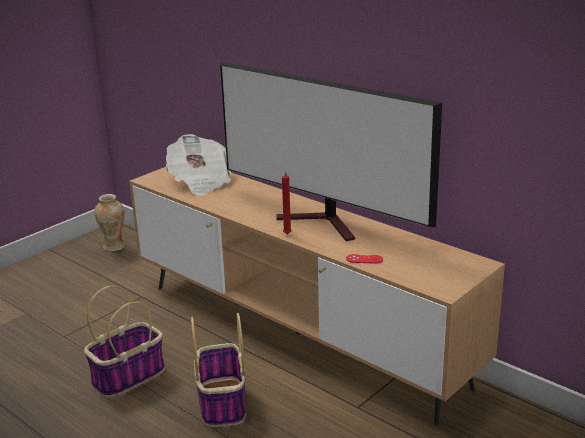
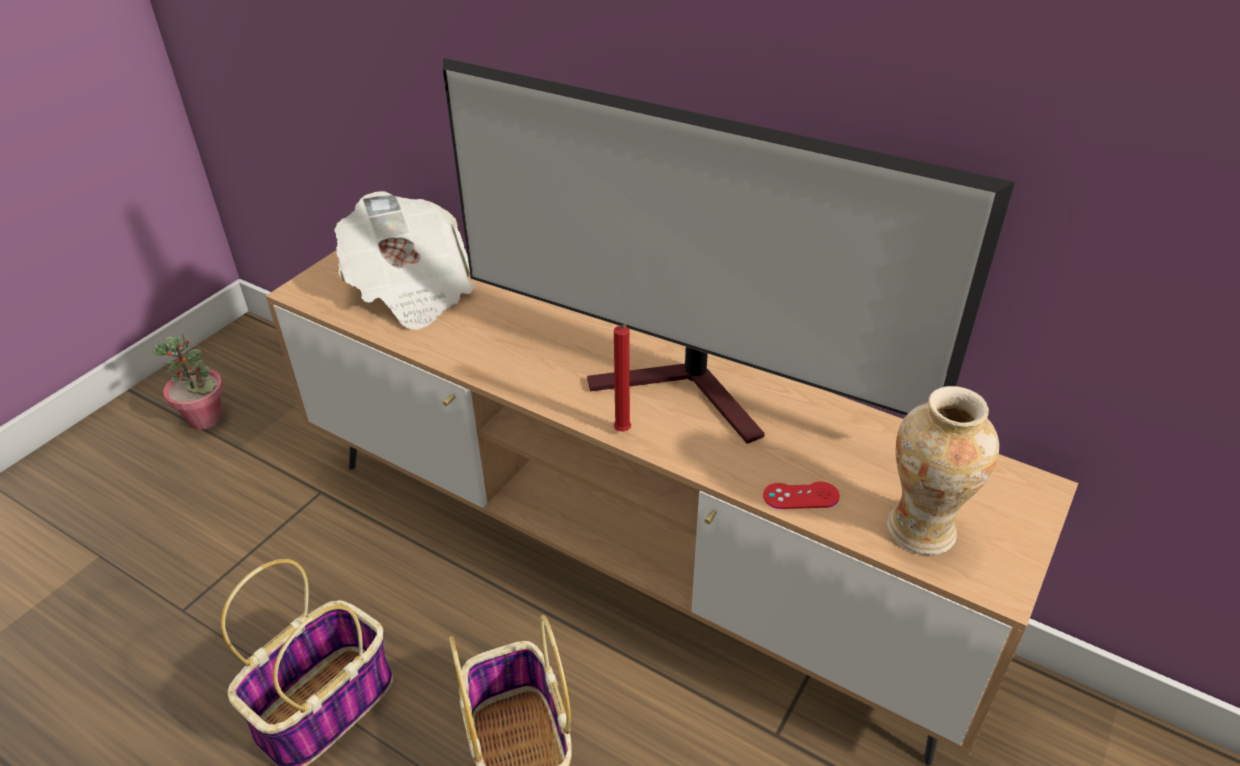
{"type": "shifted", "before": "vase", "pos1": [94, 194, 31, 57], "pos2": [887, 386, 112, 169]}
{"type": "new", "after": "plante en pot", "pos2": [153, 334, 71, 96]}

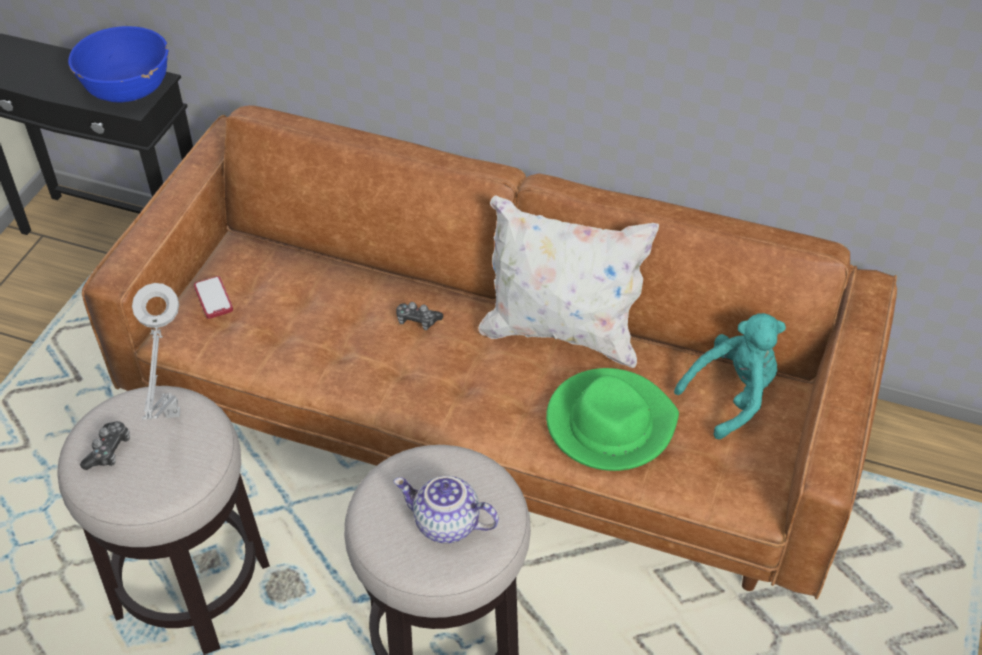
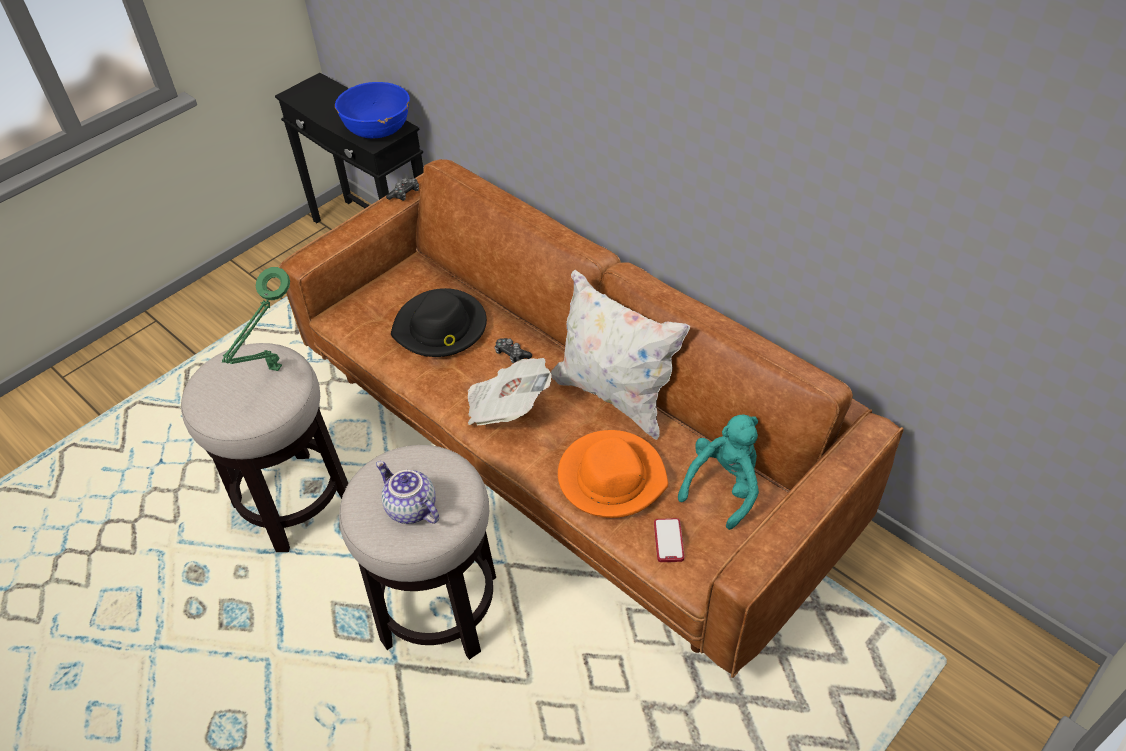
{"type": "shifted", "before": "téléphone", "pos1": [194, 276, 39, 43], "pos2": [654, 518, 30, 44]}
{"type": "repainted", "before": "lampe de table/gris", "after": "lampe de table/vert", "pos1": [132, 283, 48, 138], "pos2": [222, 267, 68, 104]}
{"type": "rotated", "before": "peluche/turquoise", "pos1": [674, 313, 112, 126], "pos2": [678, 414, 81, 116], "turn": -45}
{"type": "repainted", "before": "chapeau/vert", "after": "chapeau/orange", "pos1": [546, 368, 133, 103], "pos2": [558, 430, 110, 88]}
{"type": "shifted", "before": "manette", "pos1": [80, 421, 50, 49], "pos2": [386, 178, 33, 23]}
{"type": "new", "after": "chapeau/noir", "pos2": [391, 288, 96, 69]}
{"type": "new", "after": "journal", "pos2": [468, 358, 84, 67]}

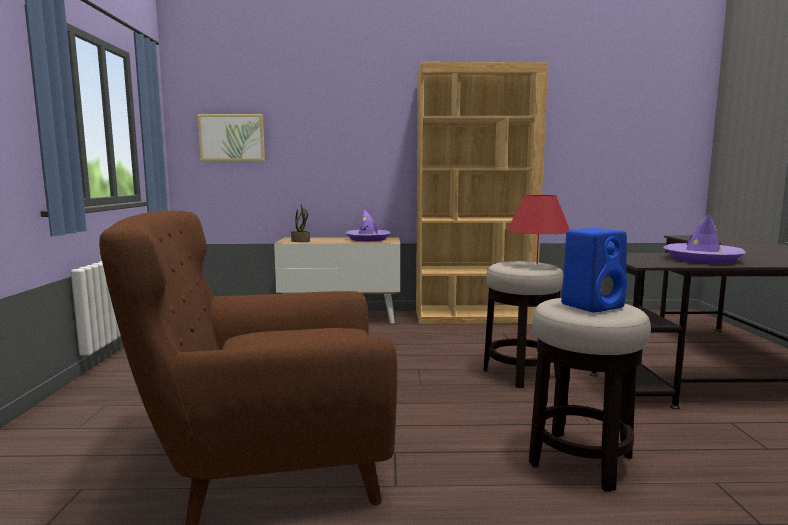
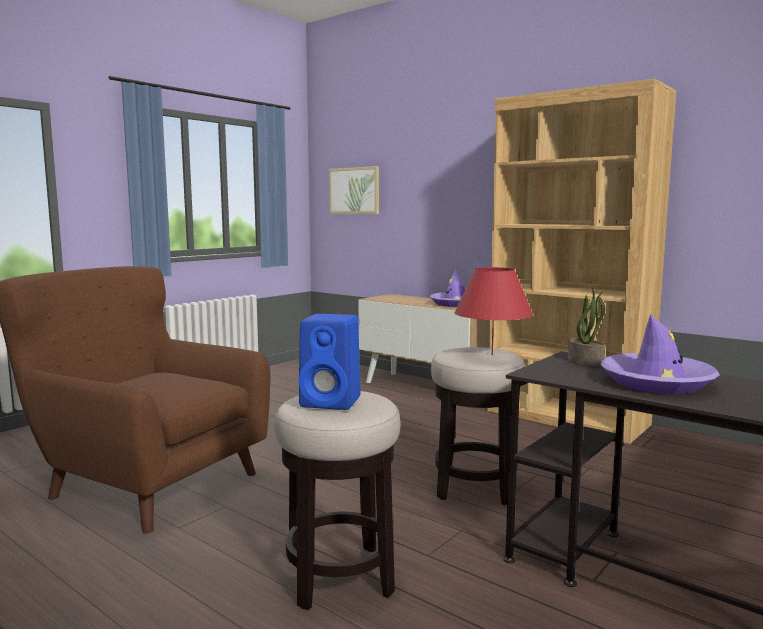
{"type": "shifted", "before": "plante en pot", "pos1": [291, 205, 19, 37], "pos2": [568, 288, 38, 78]}

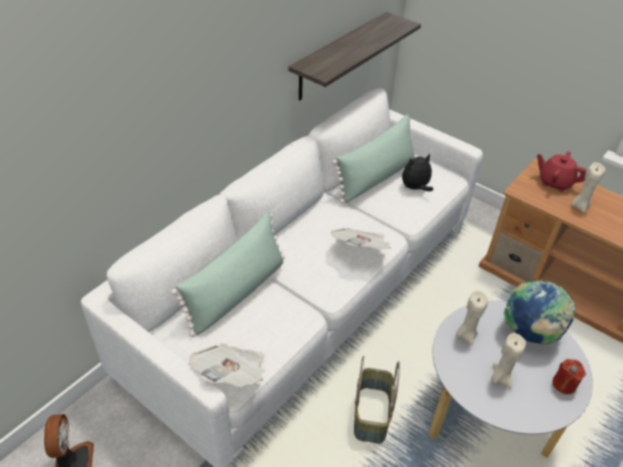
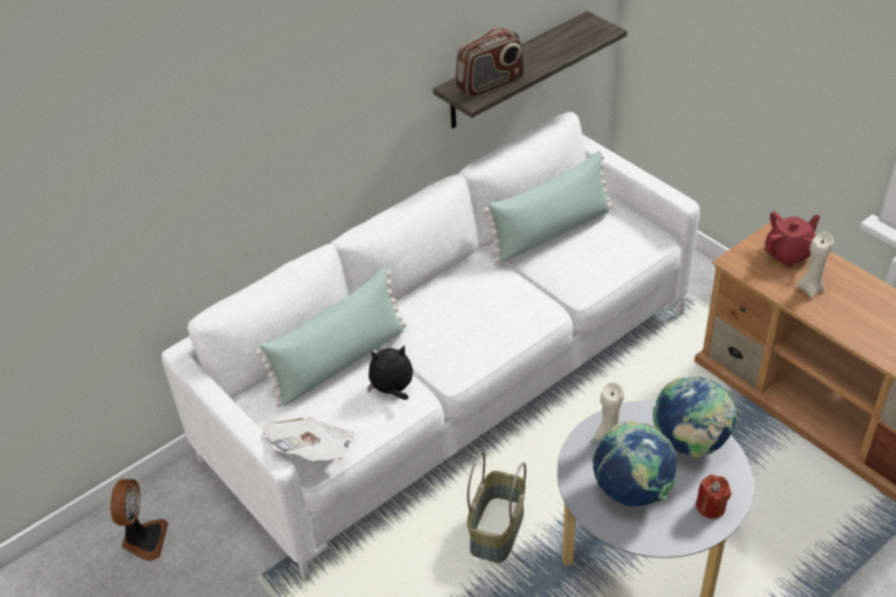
{"type": "rotated", "before": "théière/rouge", "pos1": [537, 151, 49, 41], "pos2": [764, 211, 56, 56], "turn": 105}
{"type": "shifted", "before": "peluche", "pos1": [402, 154, 31, 37], "pos2": [367, 345, 46, 55]}
{"type": "gone", "before": "journal", "pos1": [331, 228, 60, 22]}
{"type": "swapped", "before": "bougie/beige", "after": "globe", "pos1": [491, 333, 35, 55], "pos2": [592, 421, 84, 86]}
{"type": "new", "after": "radio", "pos2": [455, 28, 70, 70]}

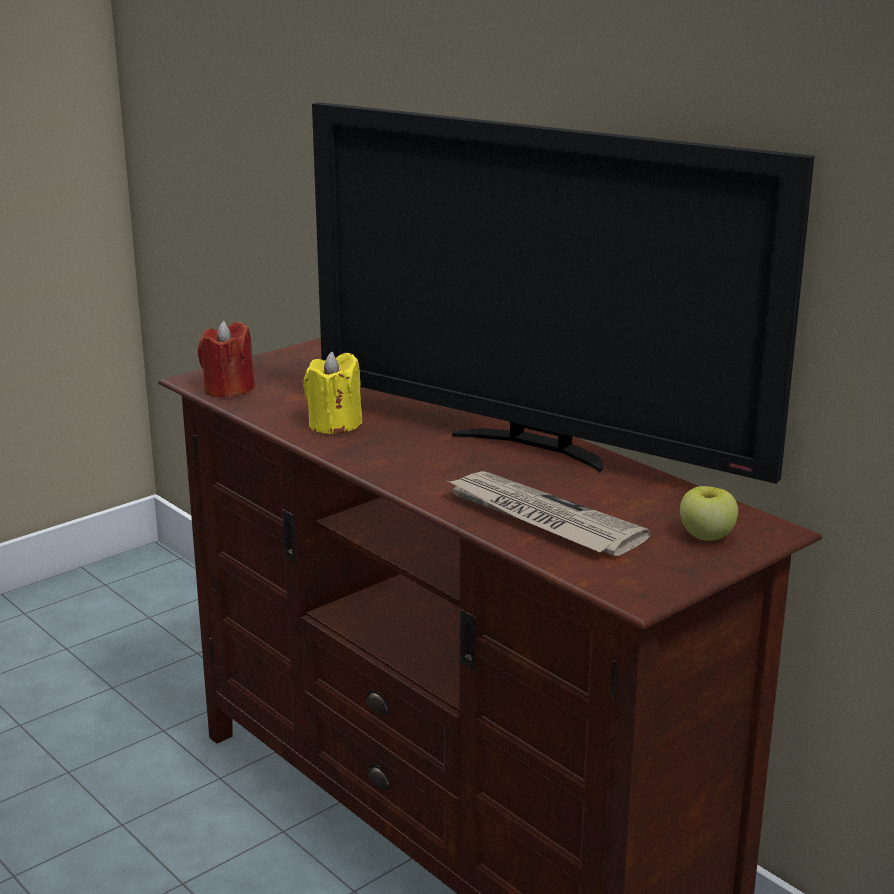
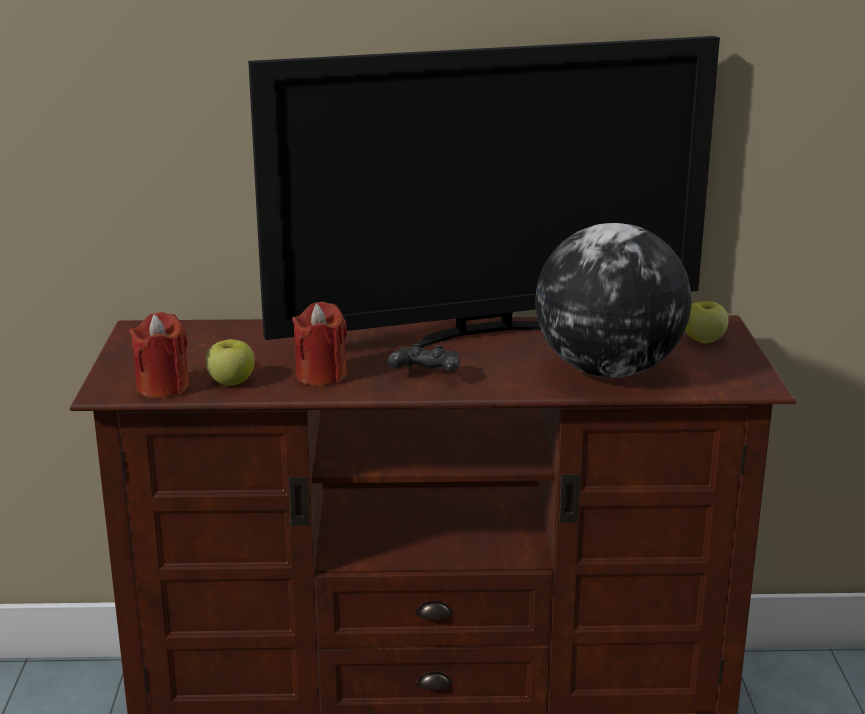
{"type": "repainted", "before": "bougie/jaune", "after": "bougie/rouge", "pos1": [303, 352, 59, 83], "pos2": [292, 302, 55, 83]}
{"type": "swapped", "before": "journal", "after": "globe", "pos1": [446, 471, 205, 85], "pos2": [535, 223, 156, 155]}
{"type": "new", "after": "pomme", "pos2": [205, 339, 50, 47]}
{"type": "new", "after": "manette/noir", "pos2": [388, 344, 72, 29]}

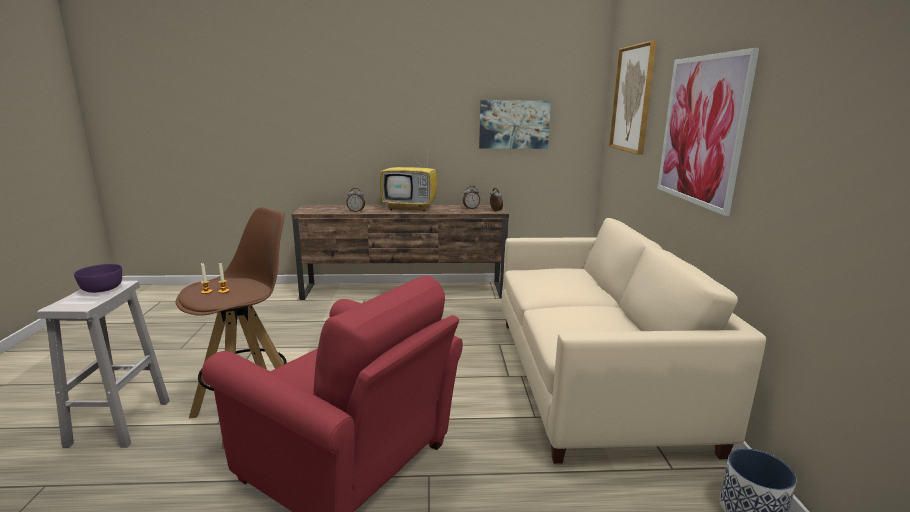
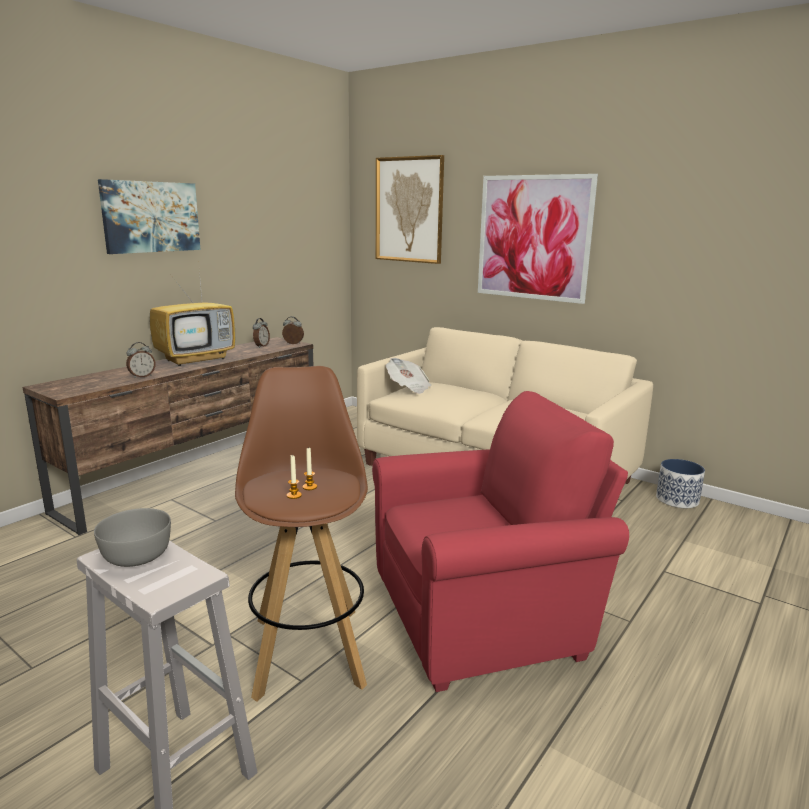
{"type": "shifted", "before": "tableau", "pos1": [479, 100, 72, 49], "pos2": [98, 179, 102, 75]}
{"type": "repainted", "before": "bol/violet", "after": "bol/gris", "pos1": [74, 264, 48, 29], "pos2": [94, 508, 77, 59]}
{"type": "new", "after": "journal", "pos2": [386, 358, 46, 36]}

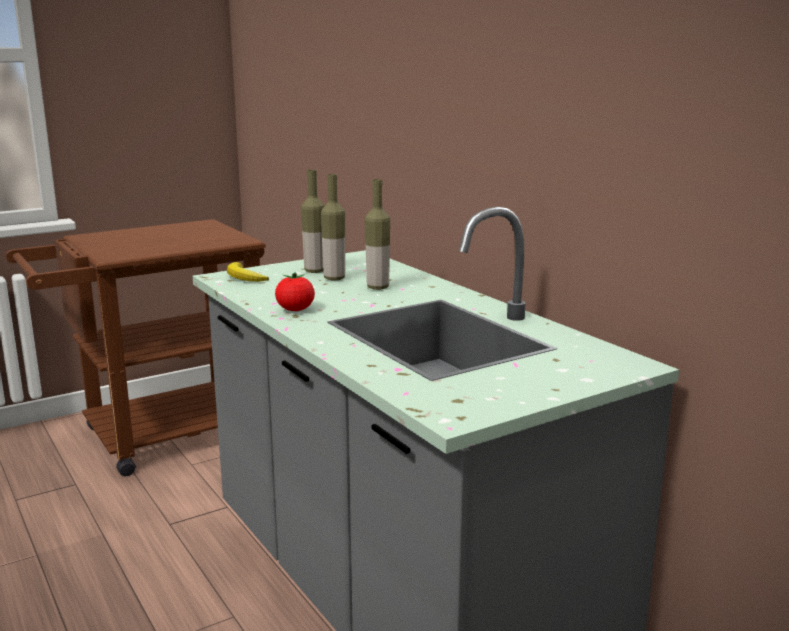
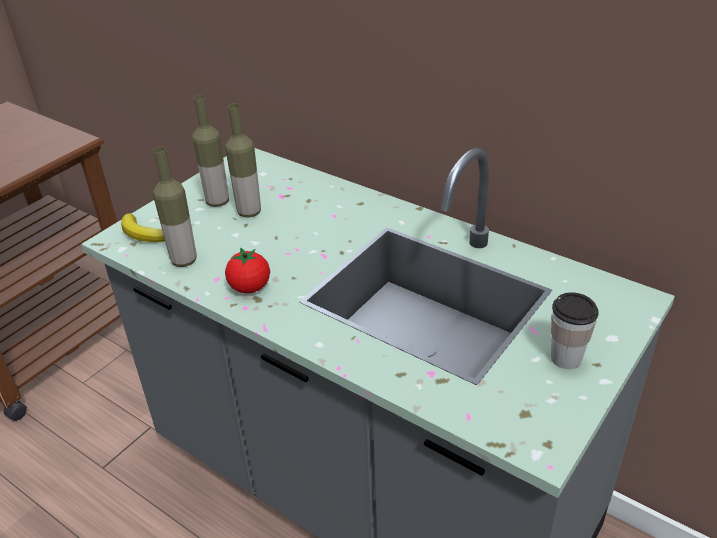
{"type": "shifted", "before": "bouteille", "pos1": [365, 179, 25, 111], "pos2": [153, 147, 44, 120]}
{"type": "new", "after": "tasse", "pos2": [551, 292, 48, 77]}

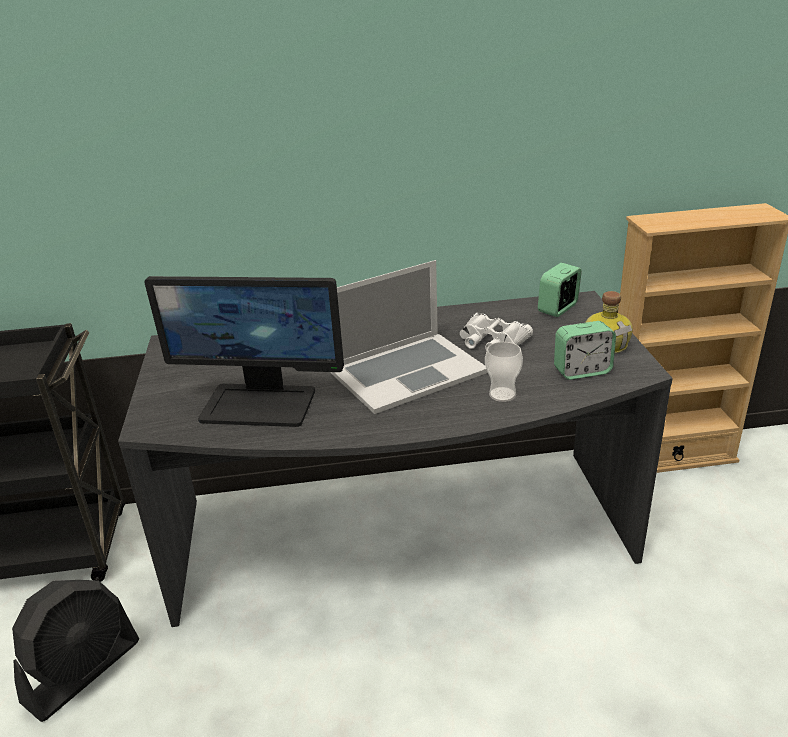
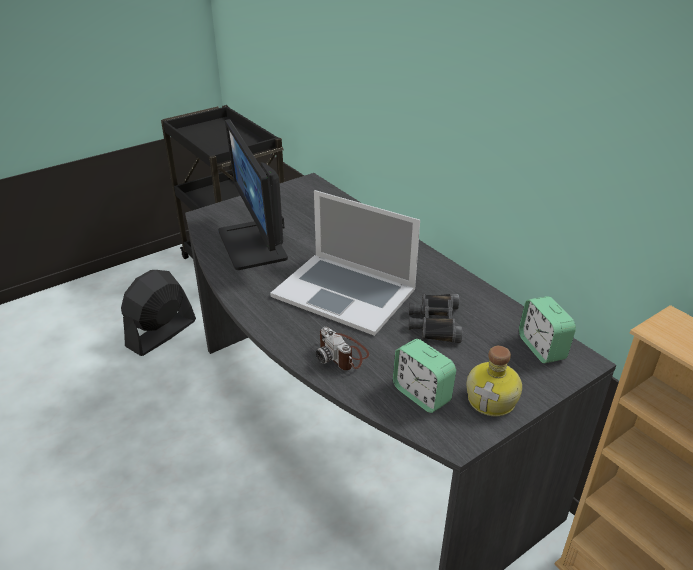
{"type": "rotated", "before": "réveil", "pos1": [538, 263, 44, 54], "pos2": [519, 296, 57, 67], "turn": -120}
{"type": "repainted", "before": "jumelles/blanc", "after": "jumelles/noir", "pos1": [460, 313, 73, 38], "pos2": [409, 293, 53, 50]}
{"type": "swapped", "before": "tasse", "after": "appareil photo", "pos1": [485, 342, 38, 60], "pos2": [316, 327, 53, 43]}
{"type": "rotated", "before": "ventilateur/noir", "pos1": [12, 580, 127, 142], "pos2": [121, 270, 75, 86], "turn": 120}

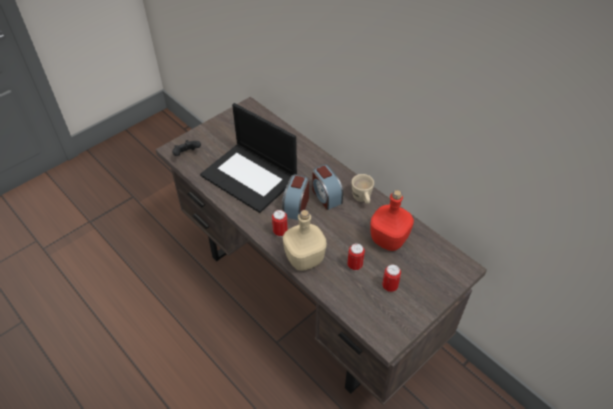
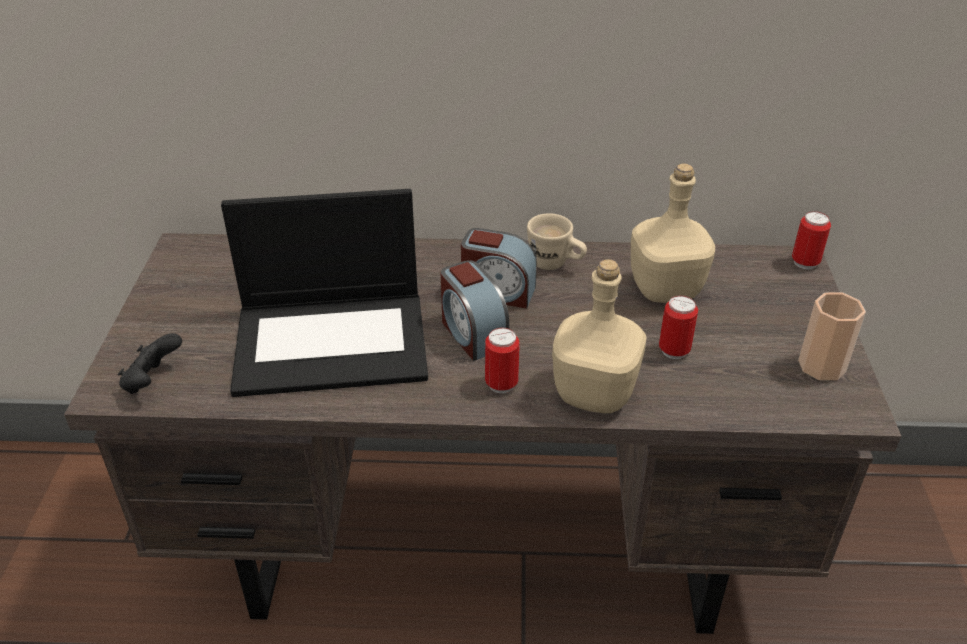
{"type": "repainted", "before": "bouteille/rouge", "after": "bouteille/beige", "pos1": [370, 190, 44, 61], "pos2": [631, 163, 84, 140]}
{"type": "shifted", "before": "boîte métallique", "pos1": [382, 264, 19, 28], "pos2": [792, 211, 39, 58]}
{"type": "new", "after": "tasse", "pos2": [798, 292, 68, 88]}

